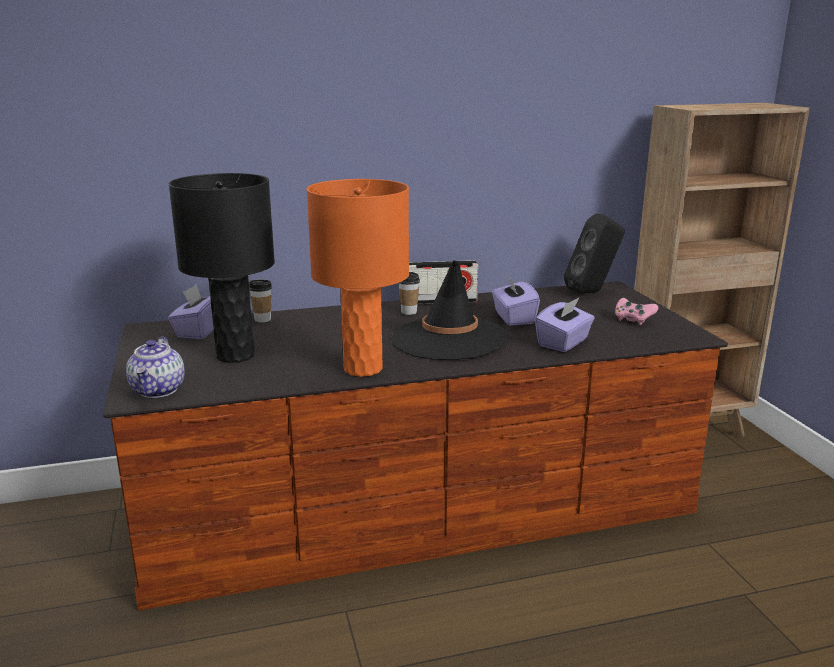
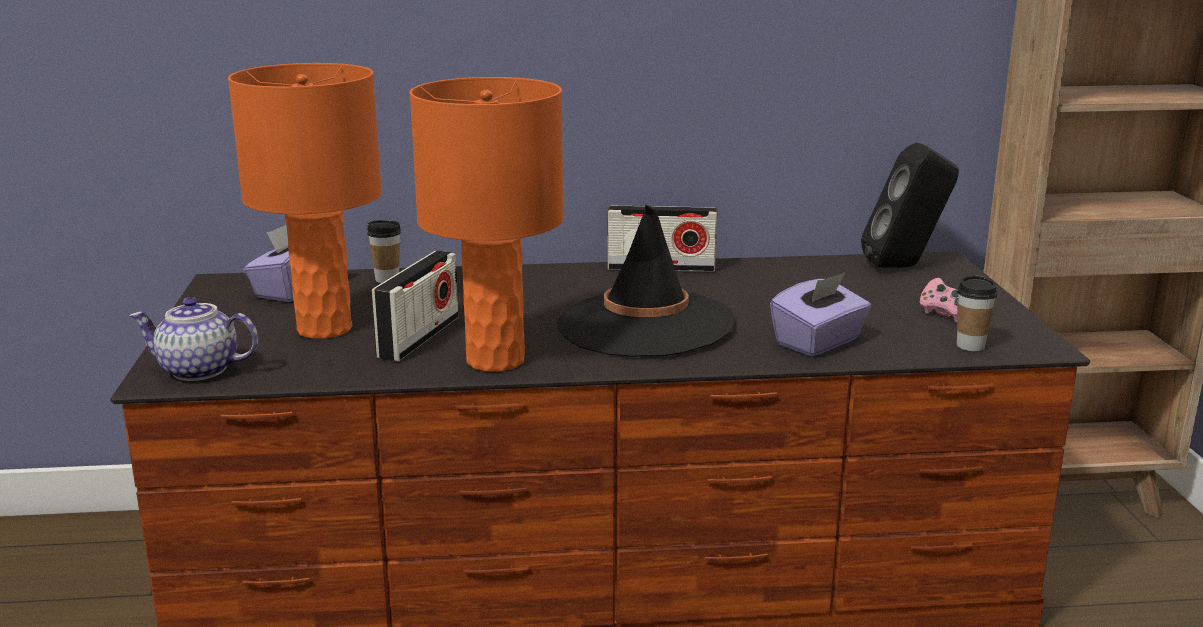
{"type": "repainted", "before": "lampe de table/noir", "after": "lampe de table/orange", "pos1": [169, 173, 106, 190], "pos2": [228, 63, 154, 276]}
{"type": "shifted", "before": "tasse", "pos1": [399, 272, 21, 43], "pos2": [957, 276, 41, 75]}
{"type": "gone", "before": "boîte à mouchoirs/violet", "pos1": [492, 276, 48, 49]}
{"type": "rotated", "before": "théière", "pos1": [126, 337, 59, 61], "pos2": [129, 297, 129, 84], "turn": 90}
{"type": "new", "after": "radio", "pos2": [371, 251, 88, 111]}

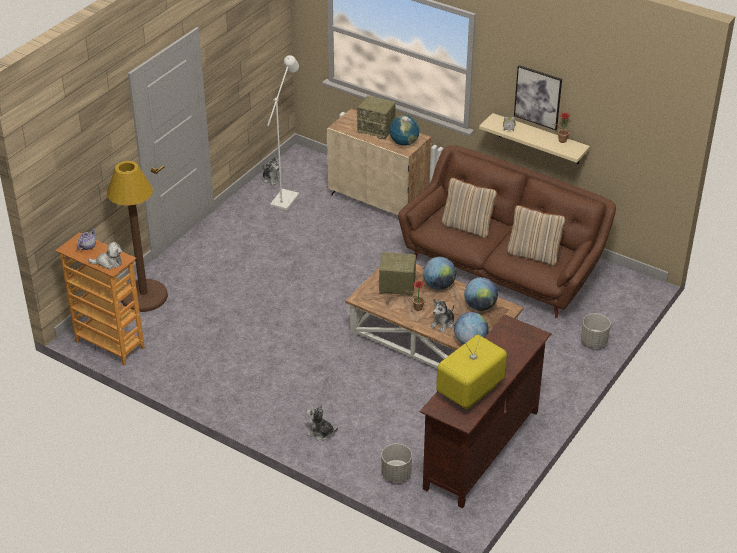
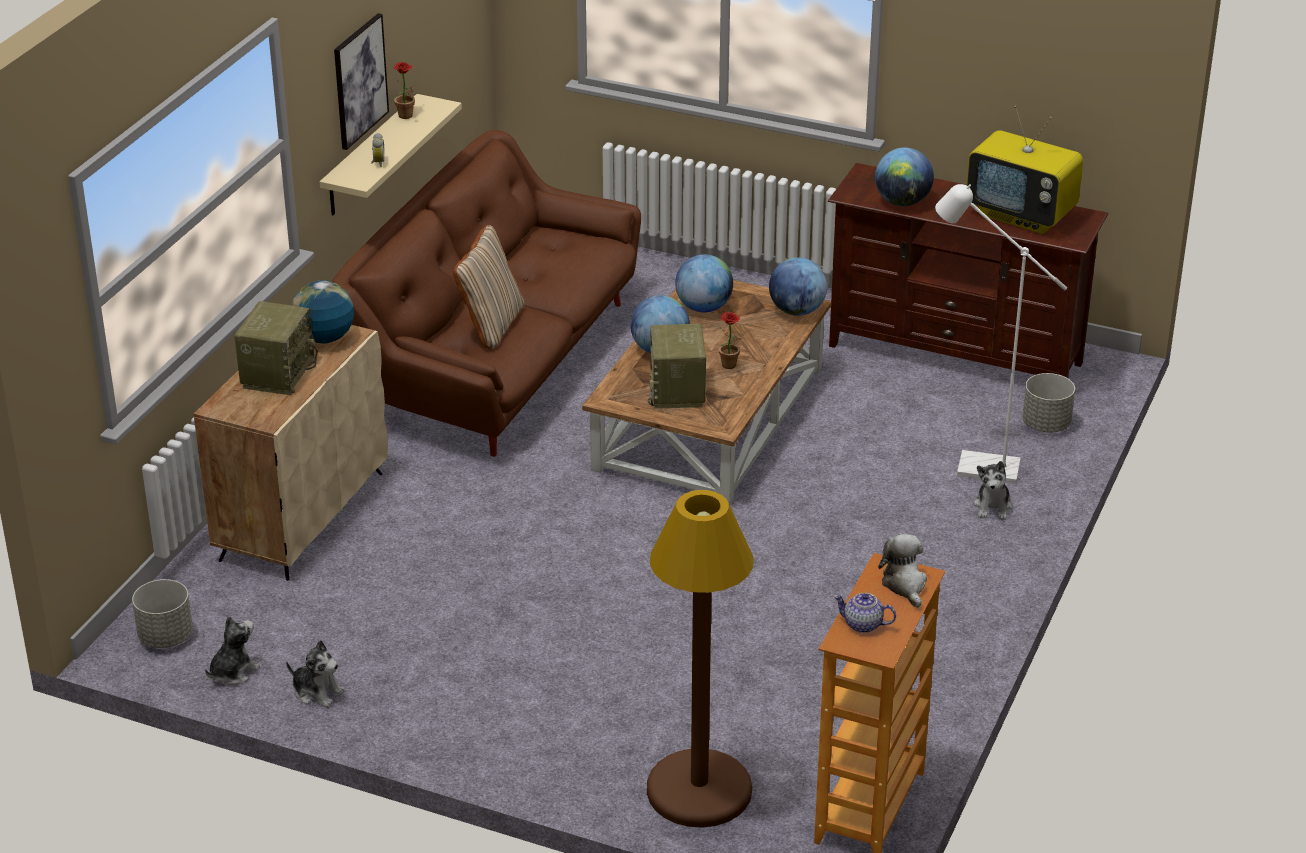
{"type": "shifted", "before": "lampadaire/blanc", "pos1": [267, 55, 32, 155], "pos2": [935, 184, 132, 300]}
{"type": "gone", "before": "coussin/beige", "pos1": [507, 205, 59, 61]}
{"type": "shifted", "before": "peluche", "pos1": [431, 299, 23, 34], "pos2": [286, 640, 59, 68]}
{"type": "shifted", "before": "cache-pot/gris", "pos1": [581, 314, 30, 34], "pos2": [132, 579, 61, 69]}
{"type": "new", "after": "globe", "pos2": [875, 148, 59, 58]}

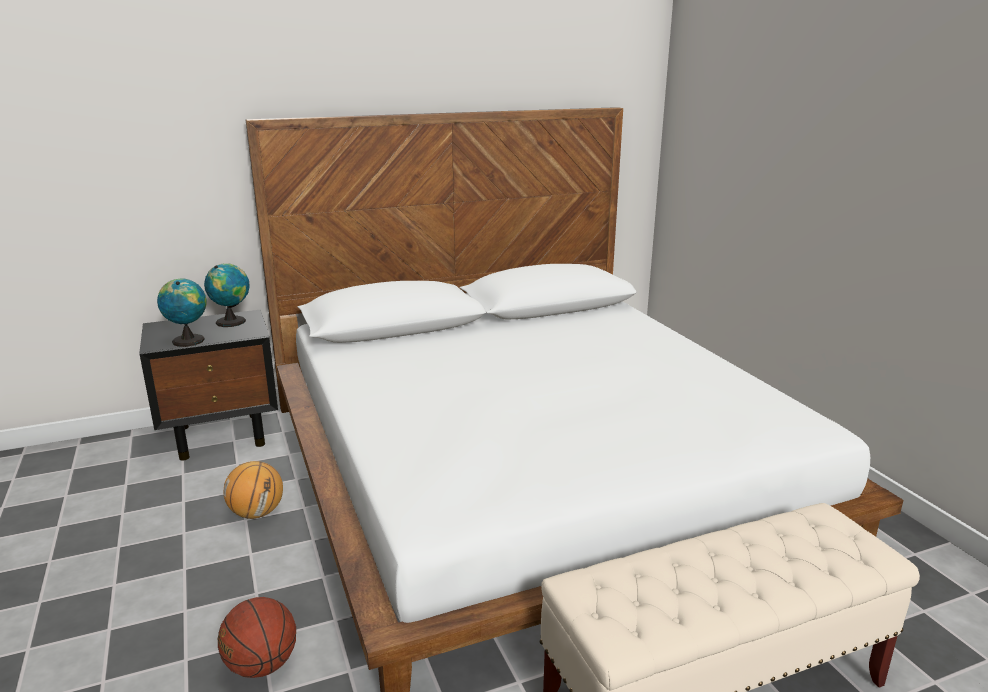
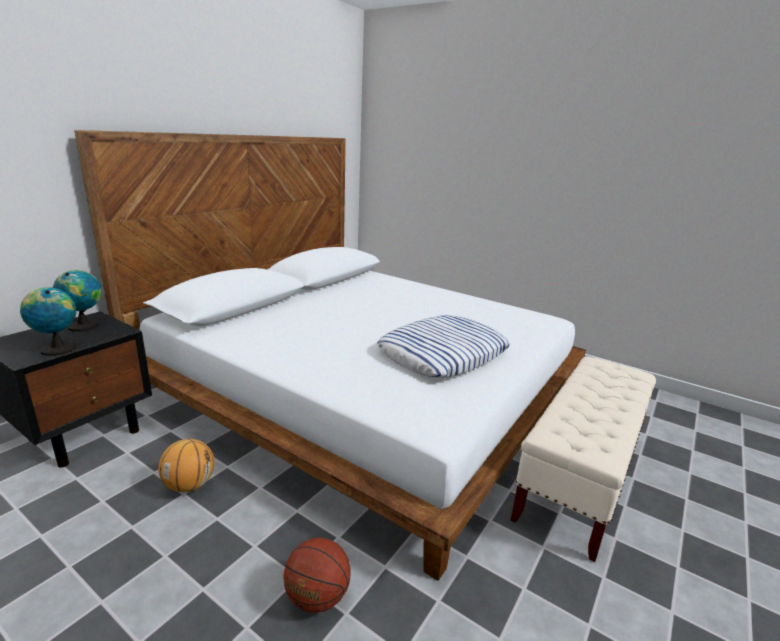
{"type": "new", "after": "coussin", "pos2": [377, 315, 133, 63]}

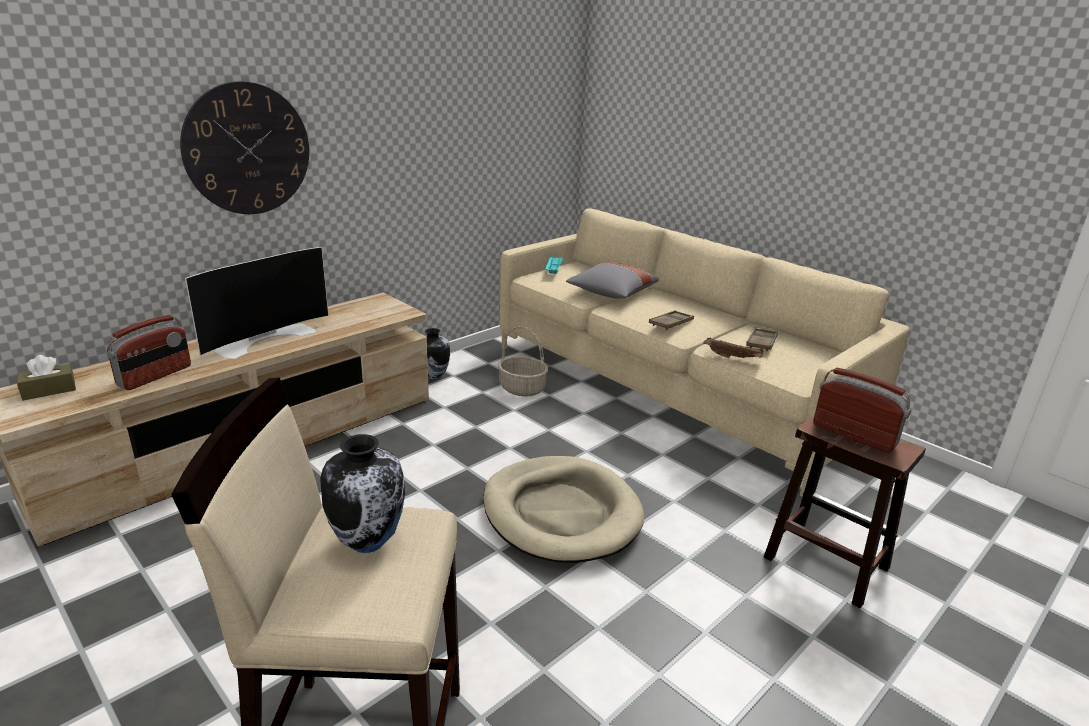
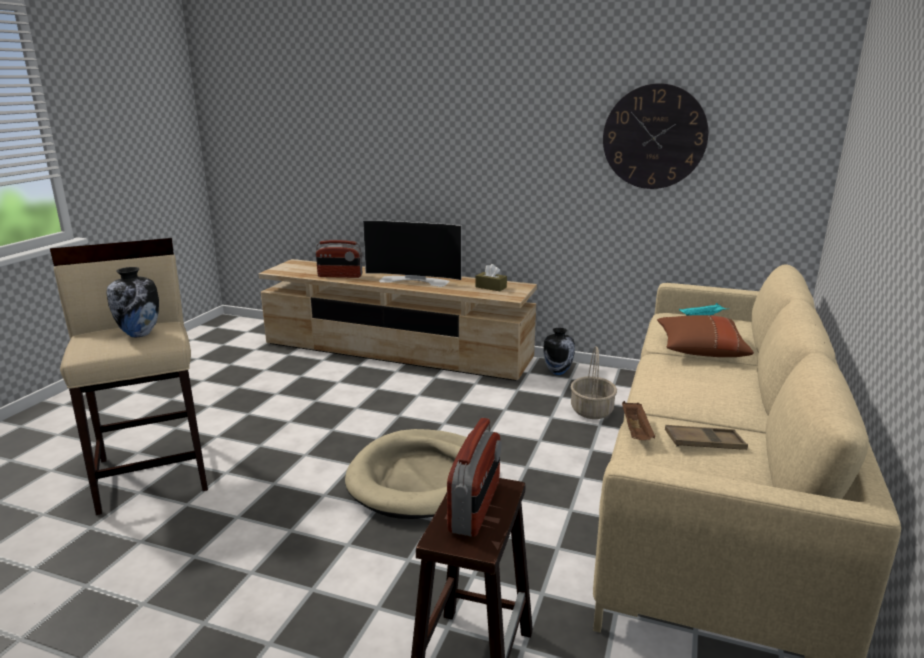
{"type": "shifted", "before": "horloge murale", "pos1": [180, 81, 129, 133], "pos2": [603, 83, 105, 106]}
{"type": "repainted", "before": "coussin/gris", "after": "coussin/marron", "pos1": [566, 262, 93, 37], "pos2": [657, 315, 97, 42]}
{"type": "gone", "before": "plateau/marron", "pos1": [649, 310, 45, 20]}
{"type": "shifted", "before": "boîte à mouchoirs/marron", "pos1": [17, 355, 59, 45], "pos2": [475, 264, 32, 27]}

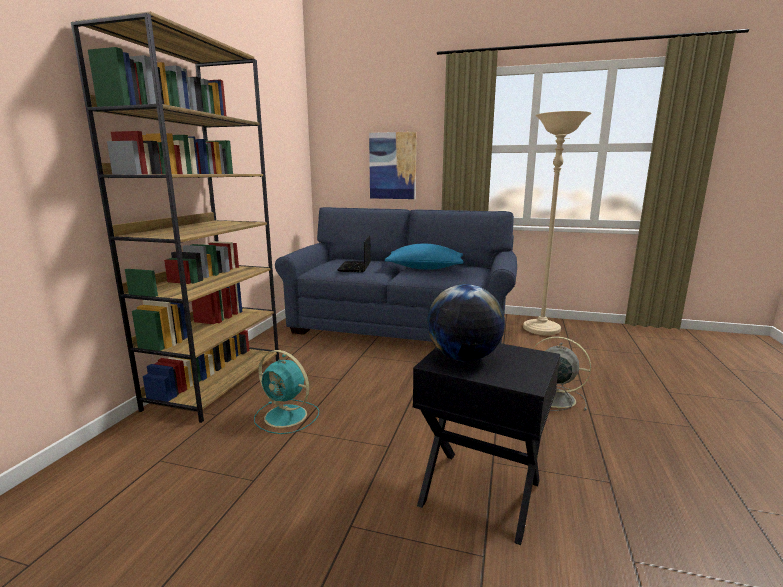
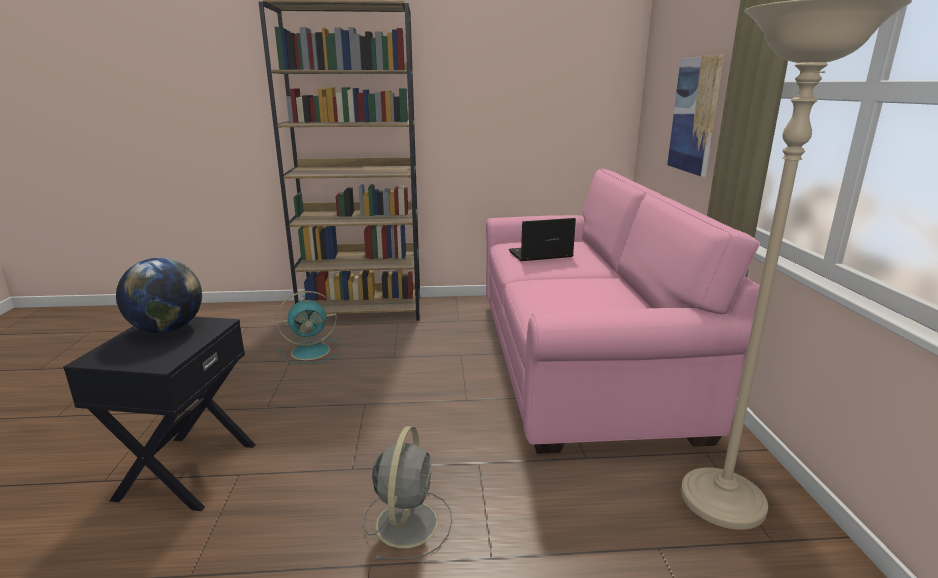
{"type": "repainted", "before": "canapé/bleu", "after": "canapé/rose", "pos1": [275, 207, 242, 136], "pos2": [486, 169, 274, 285]}
{"type": "gone", "before": "coussin/bleu", "pos1": [385, 244, 79, 25]}
{"type": "rotated", "before": "ventilateur/turquoise", "pos1": [254, 350, 65, 84], "pos2": [277, 291, 63, 73], "turn": -120}

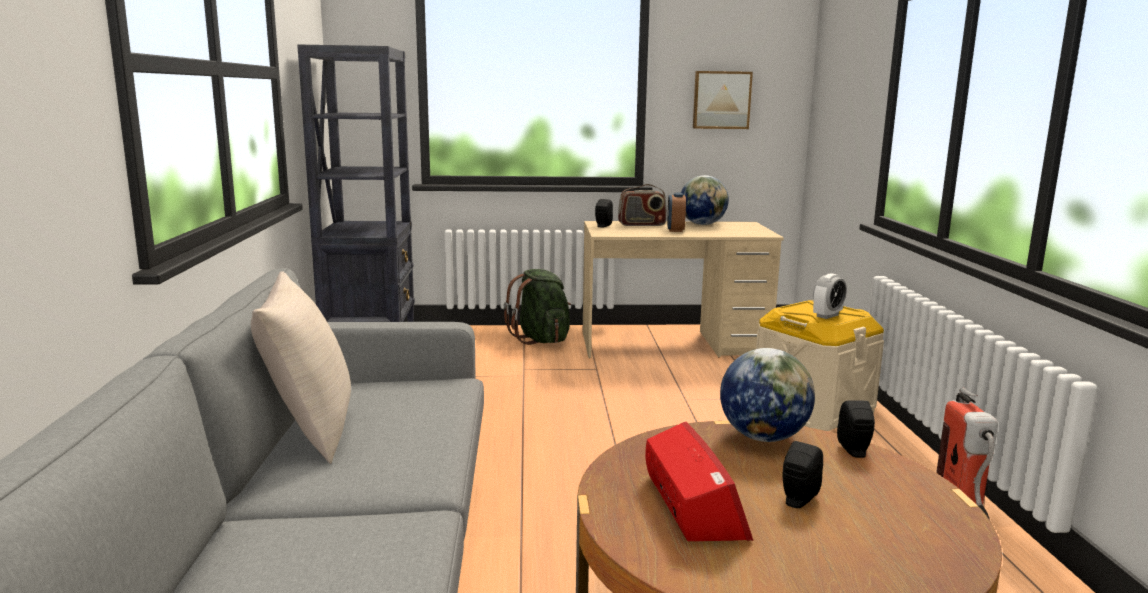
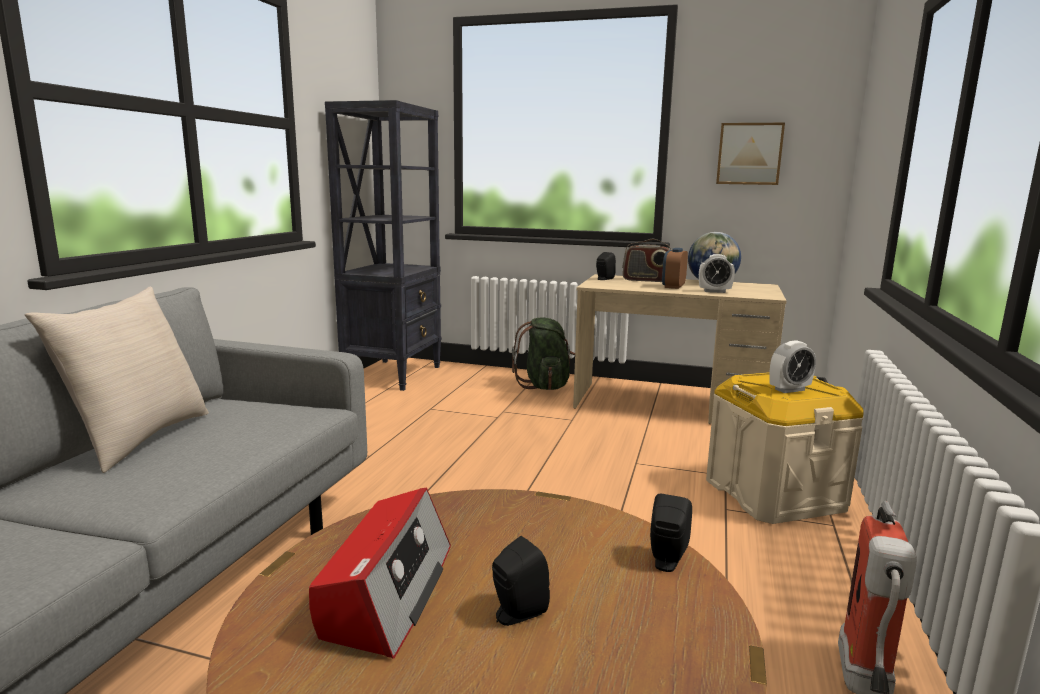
{"type": "gone", "before": "globe", "pos1": [720, 348, 95, 94]}
{"type": "new", "after": "réveil", "pos2": [699, 254, 36, 39]}

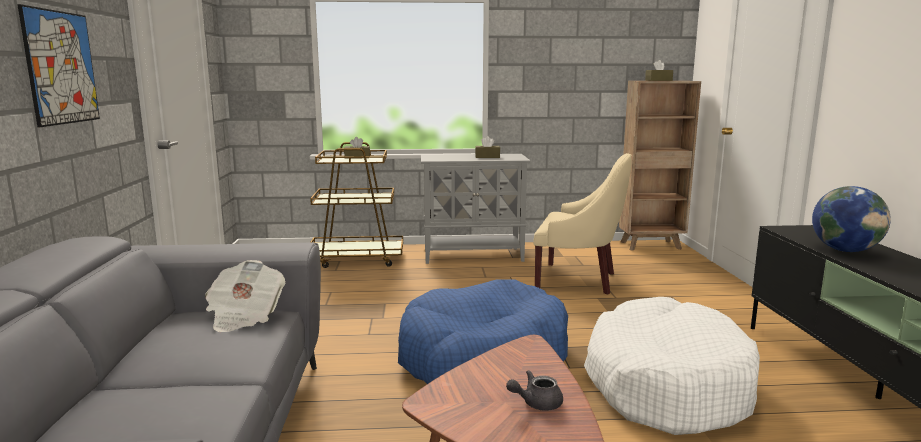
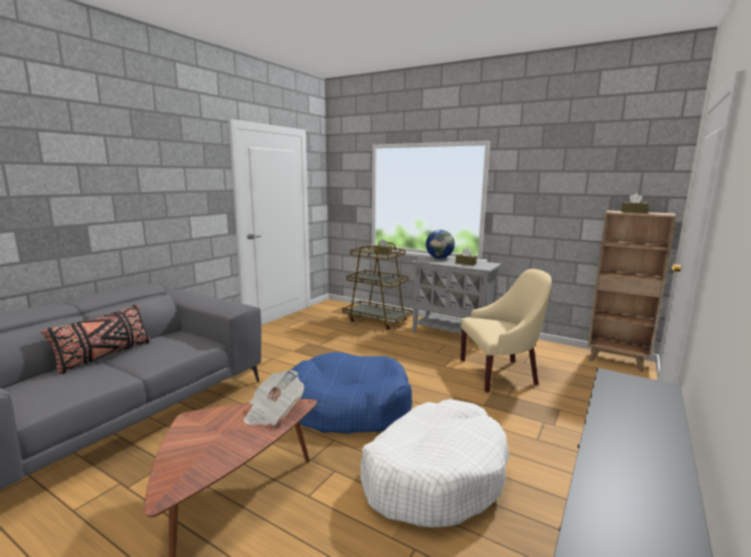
{"type": "gone", "before": "tableau", "pos1": [17, 4, 83, 123]}
{"type": "rotated", "before": "fauteuil/beige", "pos1": [534, 153, 98, 142], "pos2": [460, 269, 92, 123], "turn": -60}
{"type": "shifted", "before": "globe", "pos1": [812, 186, 79, 66], "pos2": [426, 230, 29, 29]}
{"type": "shifted", "before": "journal", "pos1": [205, 260, 80, 72], "pos2": [244, 370, 60, 56]}
{"type": "gone", "before": "théière/gris", "pos1": [506, 370, 57, 41]}
{"type": "new", "after": "coussin/noir", "pos2": [41, 304, 110, 70]}

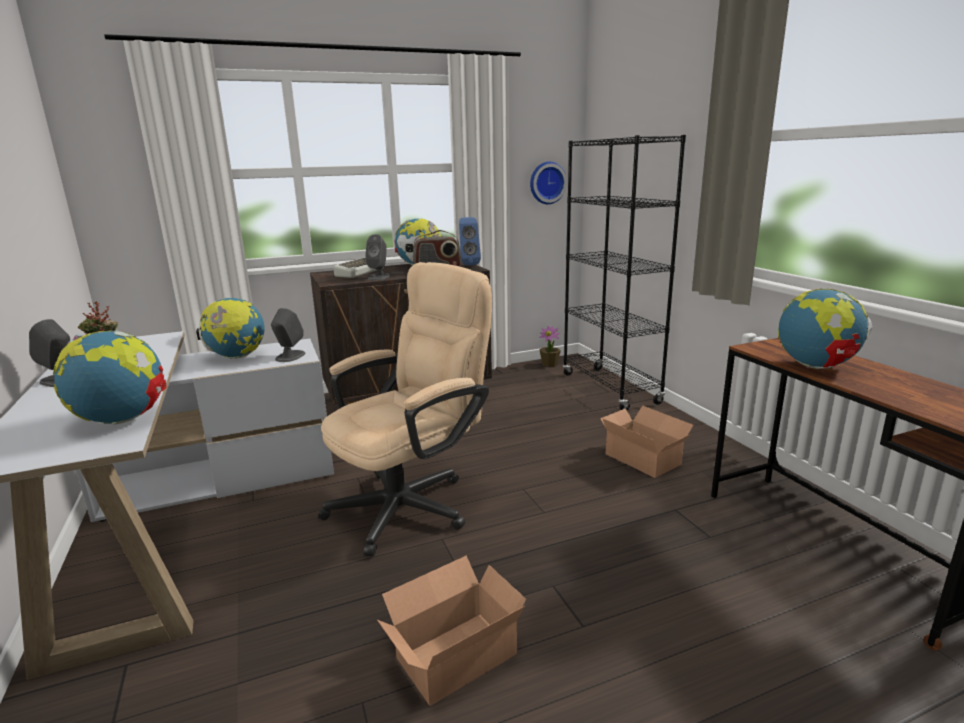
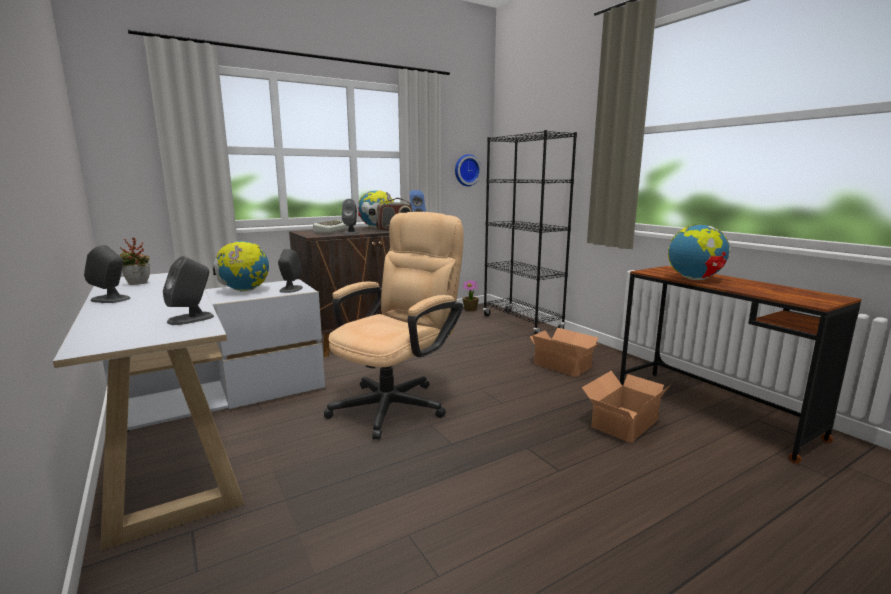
{"type": "swapped", "before": "globe", "after": "enceinte/gris", "pos1": [53, 331, 114, 93], "pos2": [163, 256, 51, 69]}
{"type": "shifted", "before": "carton", "pos1": [377, 556, 149, 150], "pos2": [582, 371, 88, 72]}

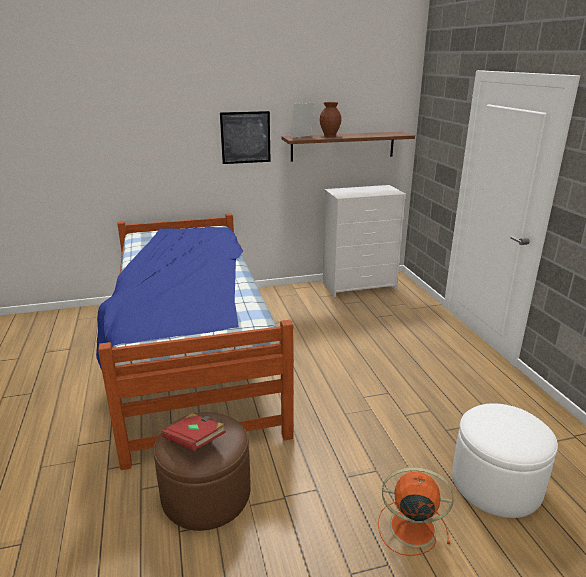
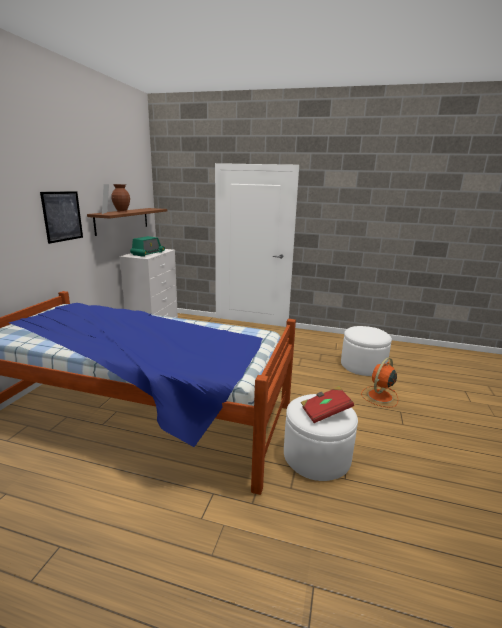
{"type": "repainted", "before": "pouf/marron", "after": "pouf/blanc", "pos1": [153, 412, 98, 119], "pos2": [284, 394, 74, 87]}
{"type": "new", "after": "radio", "pos2": [130, 236, 35, 21]}

